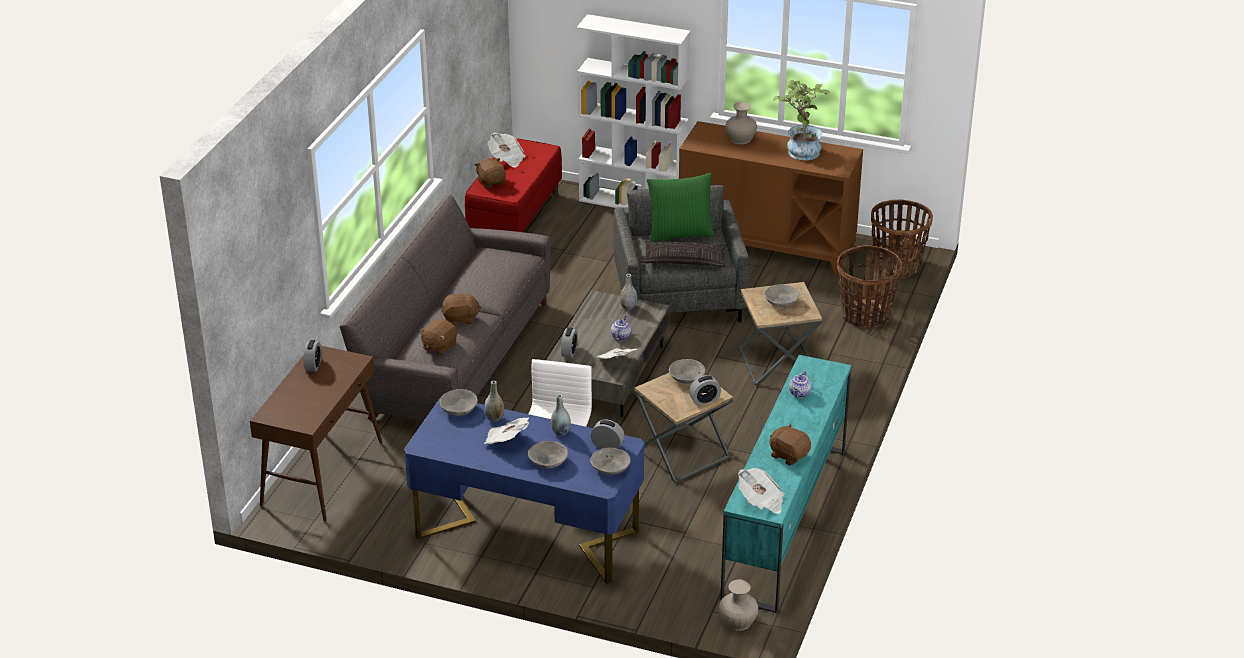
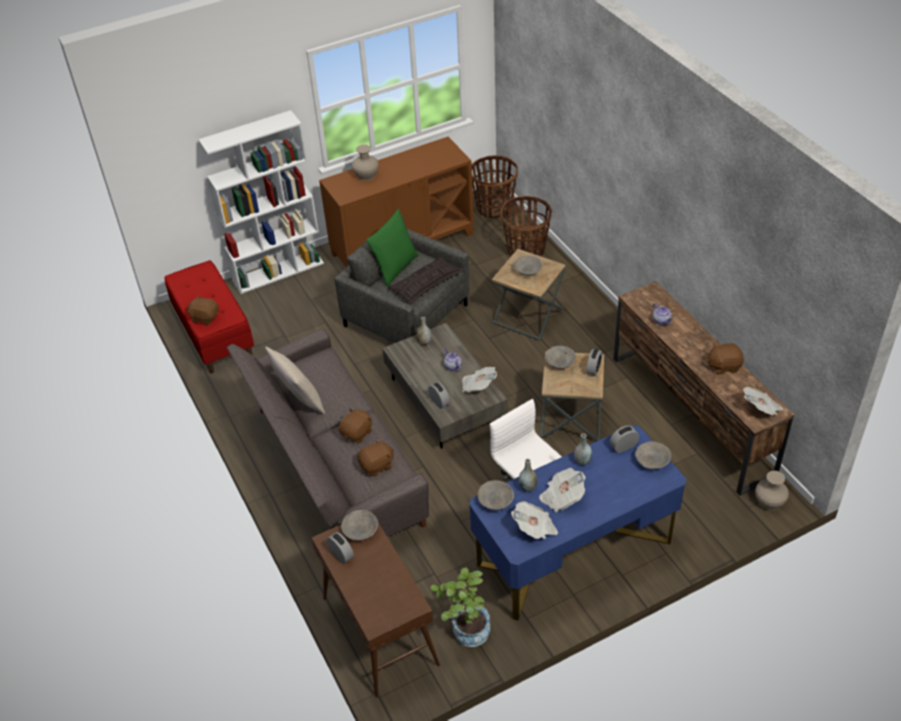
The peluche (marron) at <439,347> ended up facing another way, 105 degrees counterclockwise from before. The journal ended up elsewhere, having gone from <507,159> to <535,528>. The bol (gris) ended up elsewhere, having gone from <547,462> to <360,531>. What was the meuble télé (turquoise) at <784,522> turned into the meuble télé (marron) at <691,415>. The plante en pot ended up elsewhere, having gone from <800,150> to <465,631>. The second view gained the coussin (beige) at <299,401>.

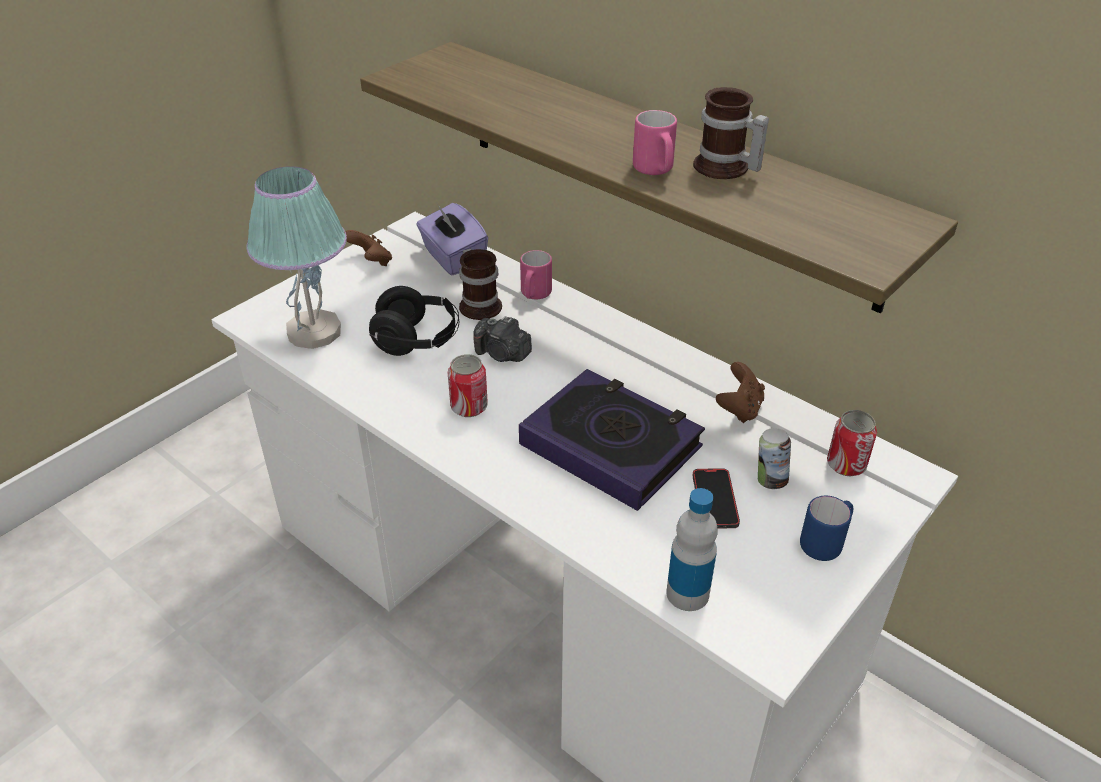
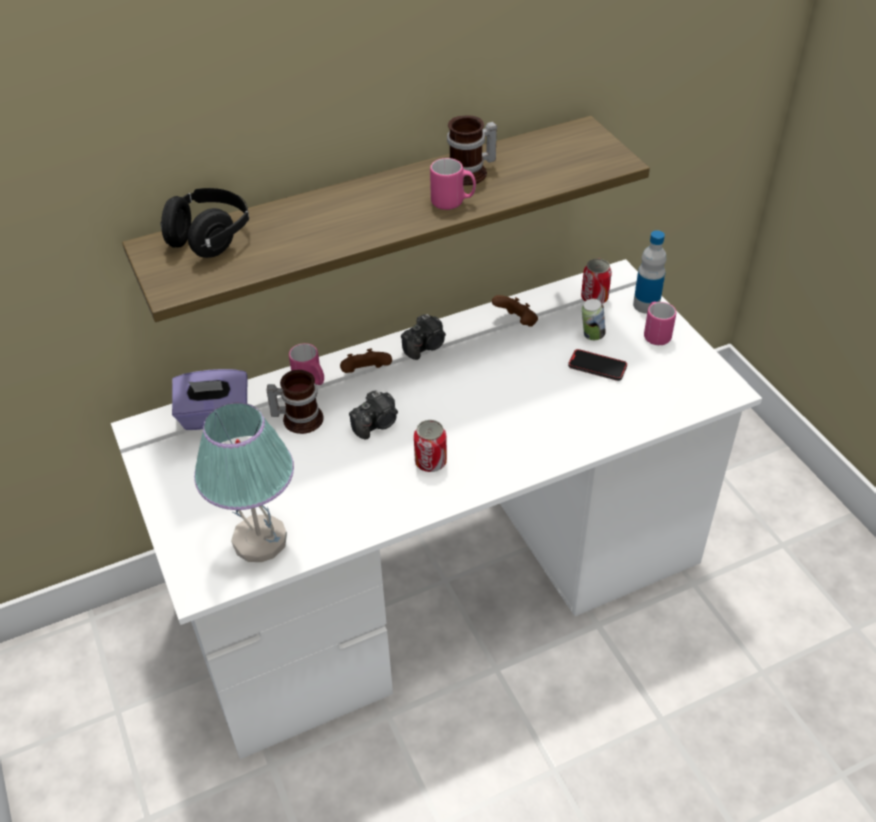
The manette (marron) ended up elsewhere, having gone from <371,262> to <366,373>. The casque audio (noir) ended up elsewhere, having gone from <417,341> to <209,238>. The second view lost the livre at <611,445>. The bouteille ended up elsewhere, having gone from <687,593> to <646,305>. What was the mug (bleu) at <825,543> turned into the mug (rose) at <655,334>. The second view gained the appareil photo at <425,346>.

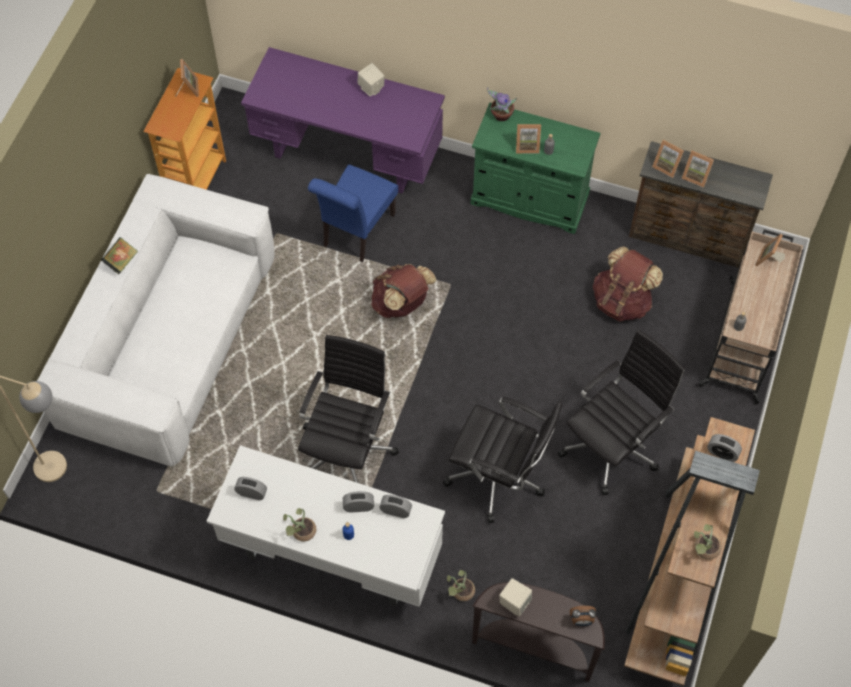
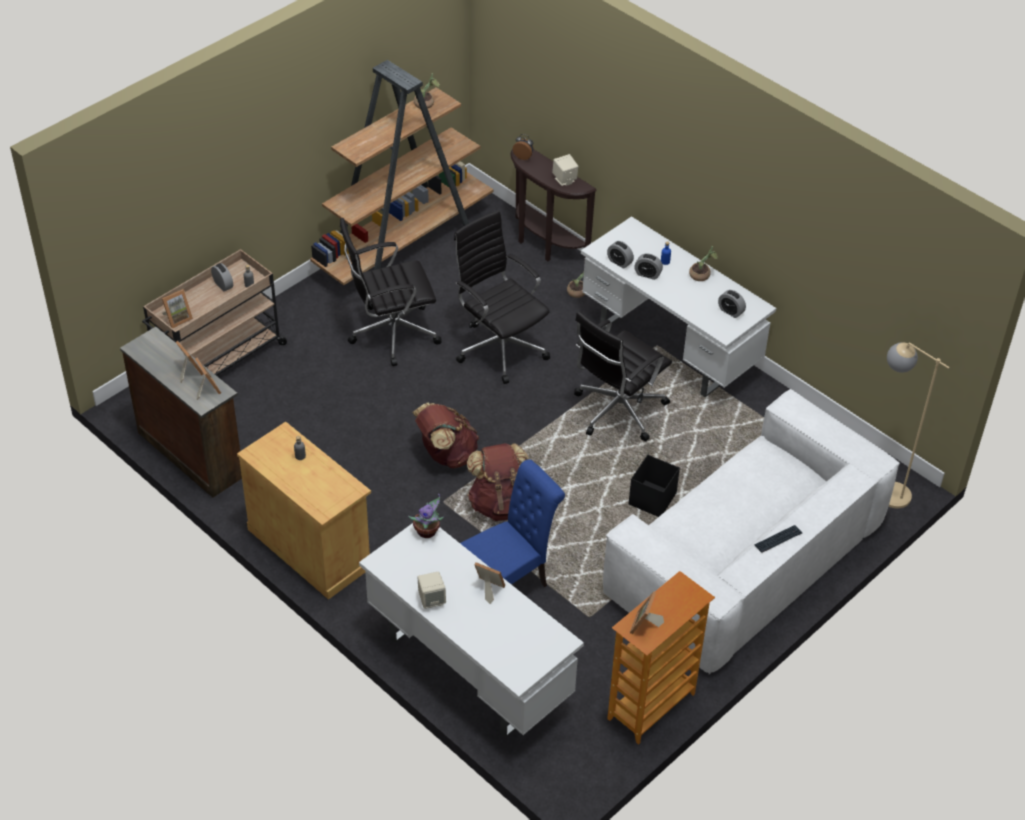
Where the livre stood at <121,261>, the clavier came to stand at <778,539>. What was the bureau (violet) at <348,155> turned into the bureau (blanc) at <467,669>. What was the meuble de rangement (vert) at <529,199> turned into the meuble de rangement (beige) at <310,547>. The plante en pot ended up elsewhere, having gone from <500,115> to <428,532>. The cadre photo ended up elsewhere, having gone from <527,145> to <488,589>. The sac à dos (marron) ended up elsewhere, having gone from <622,301> to <446,454>. The réveil ended up elsewhere, having gone from <722,453> to <223,285>. The second view gained the boîte de rangement (noir) at <651,499>.

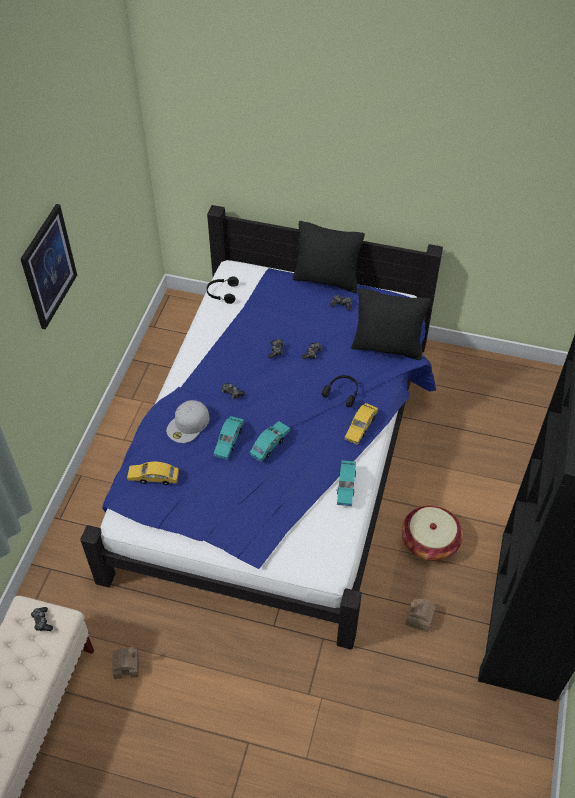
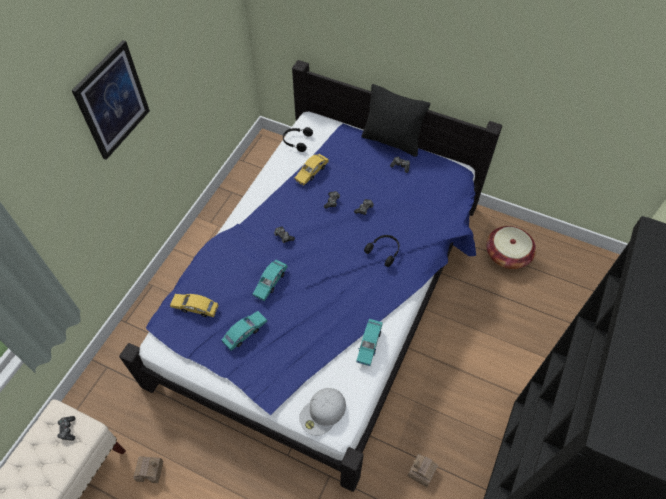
The casquette (blanc) ended up elsewhere, having gone from <188,425> to <323,413>. The petite voiture (turquoise) ended up elsewhere, having gone from <270,444> to <245,332>. The petite voiture (jaune) ended up elsewhere, having gone from <361,427> to <311,172>. The second view lost the coussin (noir) at <387,347>. The panier ended up elsewhere, having gone from <429,542> to <507,255>.

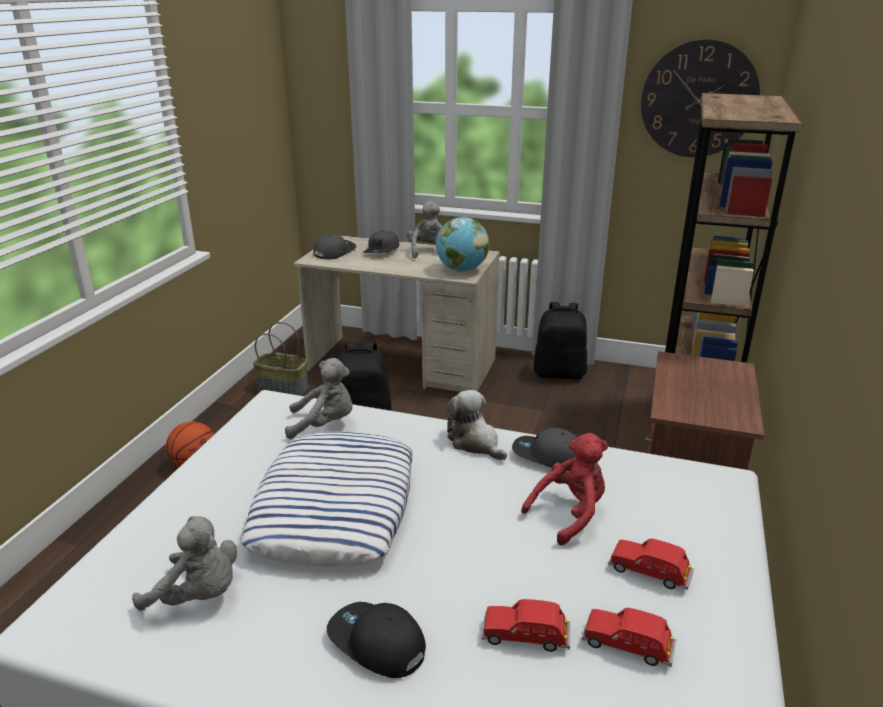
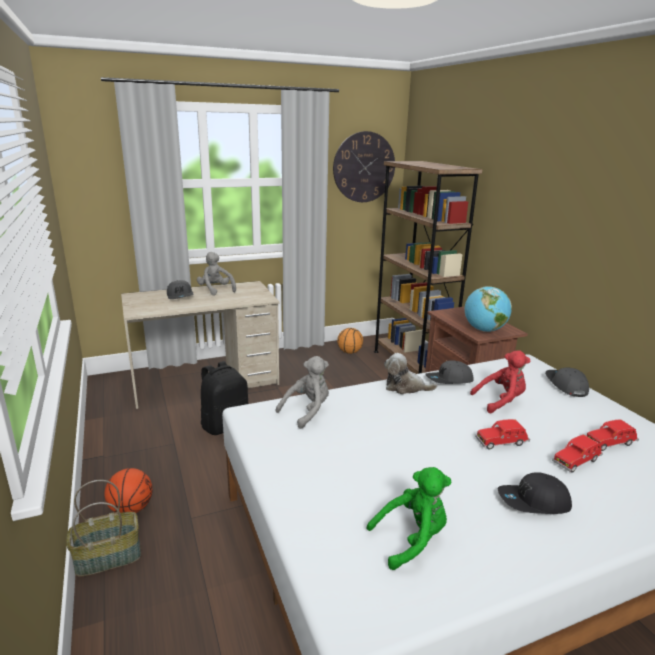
What was the peluche (gris) at <198,596> turned into the peluche (vert) at <412,539>. The second view lost the coussin at <335,507>. The panier ended up elsewhere, having gone from <284,387> to <108,557>. The casquette (gris) ended up elsewhere, having gone from <334,252> to <565,385>. The globe ended up elsewhere, having gone from <461,270> to <484,330>. The peluche (rouge) at <569,514> ended up facing another way, 60 degrees clockwise from before. The second view lost the sac à dos (noir) at <559,373>. The petite voiture (rouge) ended up elsewhere, having gone from <649,573> to <501,442>. The second view gained the ballon de basket at <349,352>.

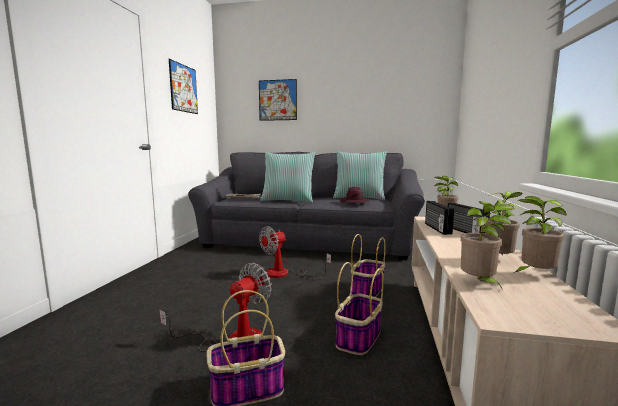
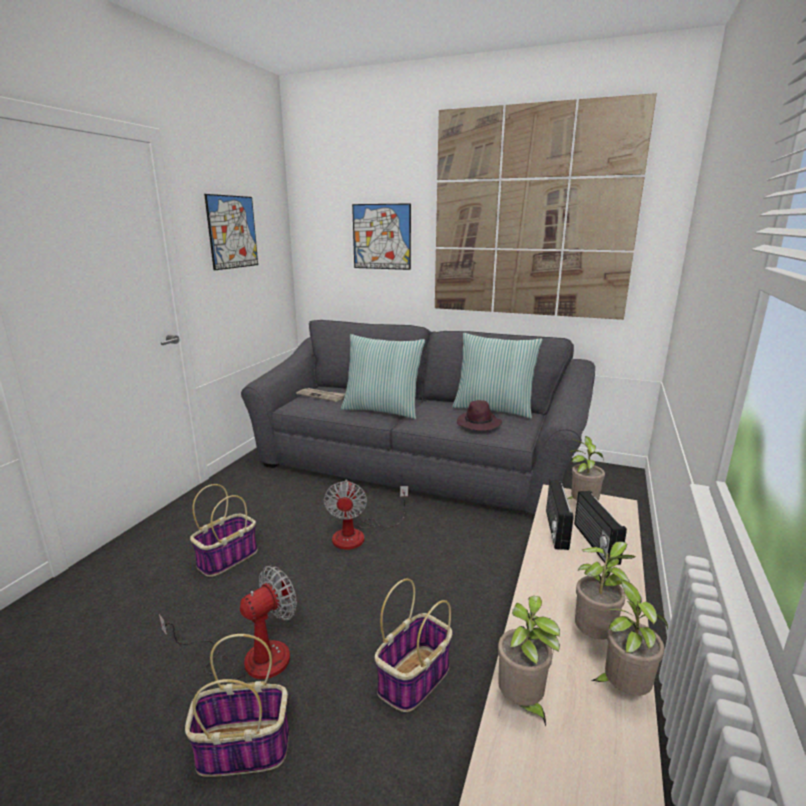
The ventilateur at <285,274> ended up facing another way, 60 degrees counterclockwise from before. The panier ended up elsewhere, having gone from <367,290> to <228,558>. The second view gained the tableau at <531,214>.

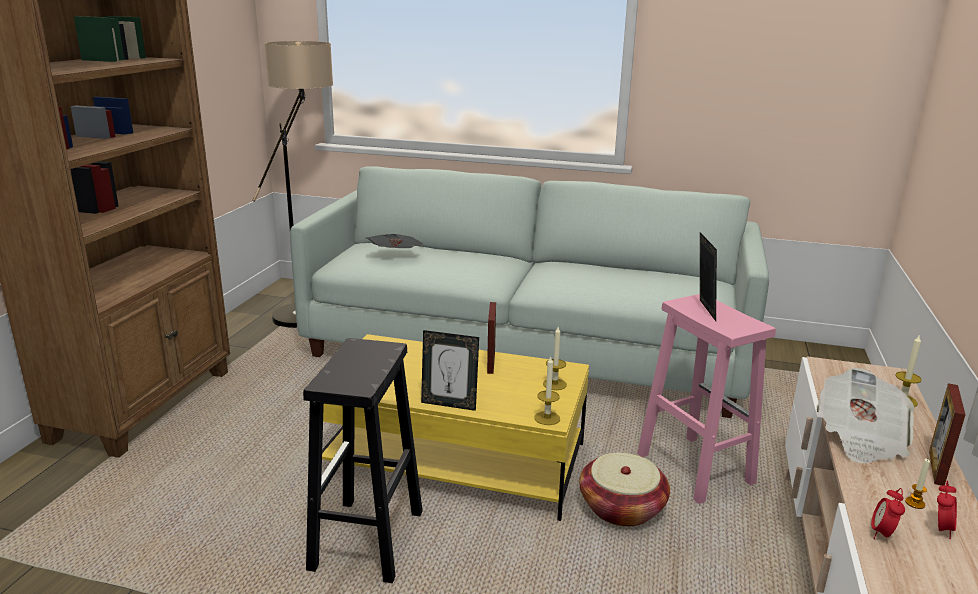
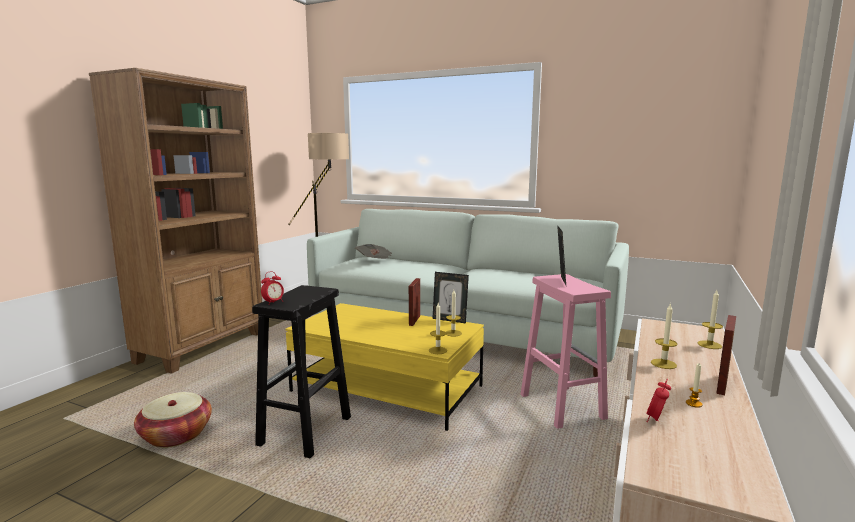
The cadre photo ended up elsewhere, having gone from <449,404> to <449,320>. The panier ended up elsewhere, having gone from <622,508> to <176,435>. Where the journal stood at <860,438>, the bougie came to stand at <663,364>. The réveil ended up elsewhere, having gone from <941,529> to <273,302>.

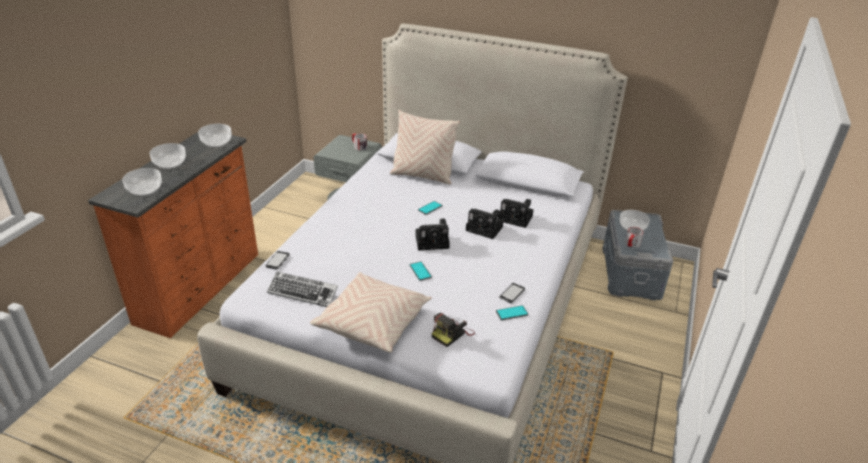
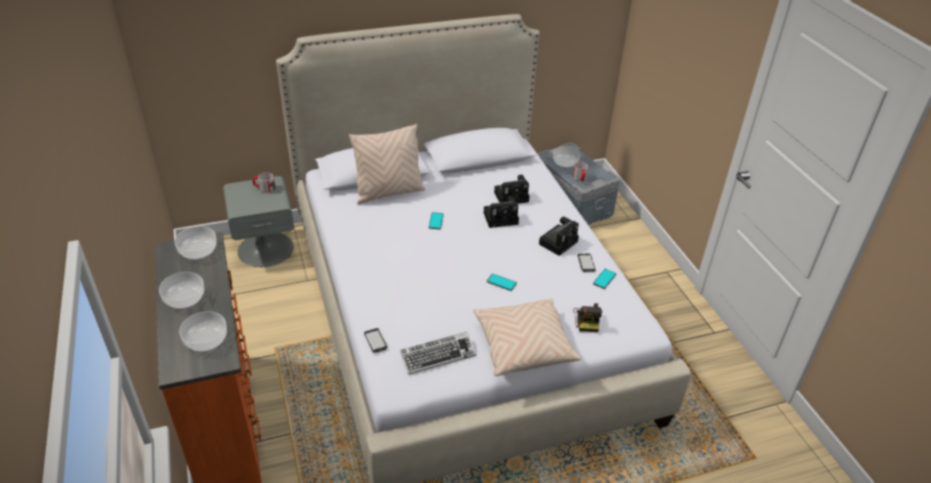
The appareil photo ended up elsewhere, having gone from <433,241> to <559,242>.

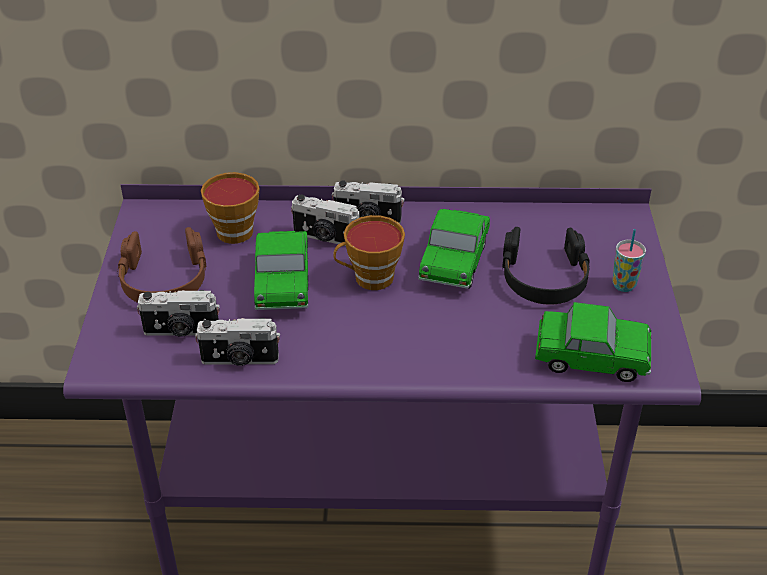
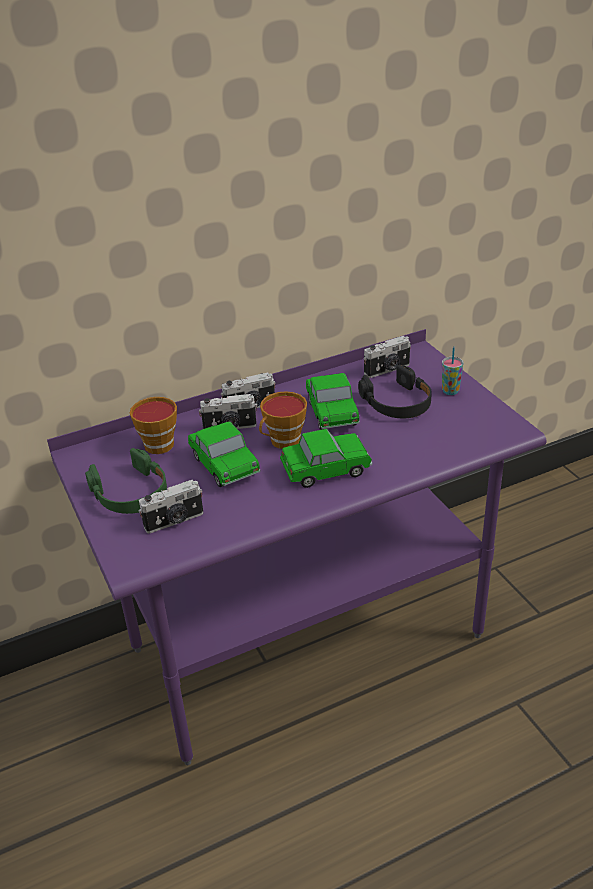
What was the casque audio (marron) at <164,279> turned into the casque audio (vert) at <131,493>. The appareil photo ended up elsewhere, having gone from <240,360> to <388,370>. The petite voiture ended up elsewhere, having gone from <591,358> to <326,470>.

